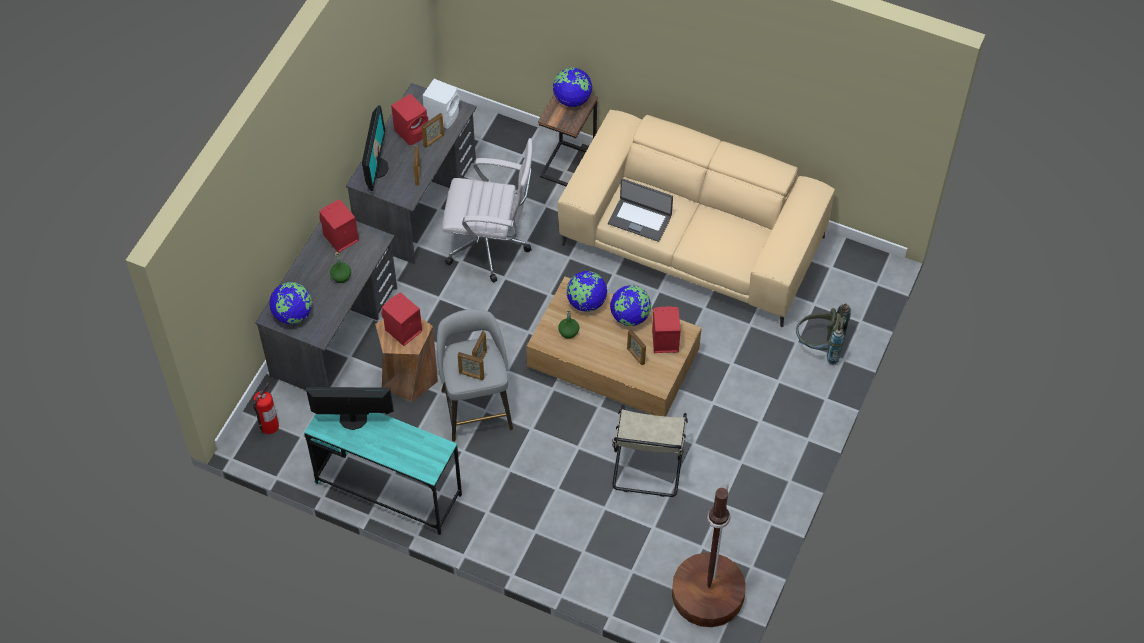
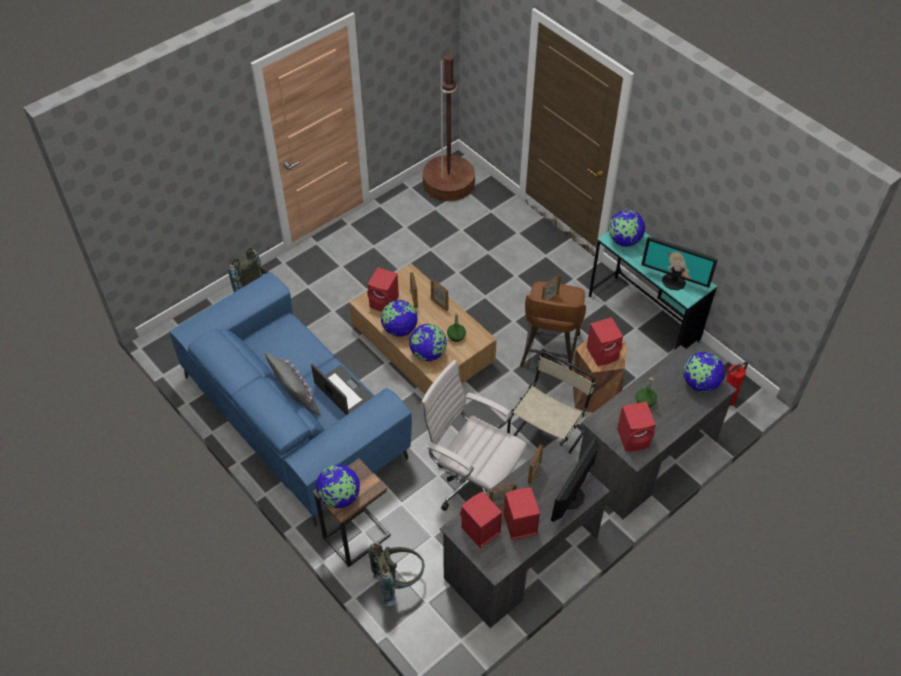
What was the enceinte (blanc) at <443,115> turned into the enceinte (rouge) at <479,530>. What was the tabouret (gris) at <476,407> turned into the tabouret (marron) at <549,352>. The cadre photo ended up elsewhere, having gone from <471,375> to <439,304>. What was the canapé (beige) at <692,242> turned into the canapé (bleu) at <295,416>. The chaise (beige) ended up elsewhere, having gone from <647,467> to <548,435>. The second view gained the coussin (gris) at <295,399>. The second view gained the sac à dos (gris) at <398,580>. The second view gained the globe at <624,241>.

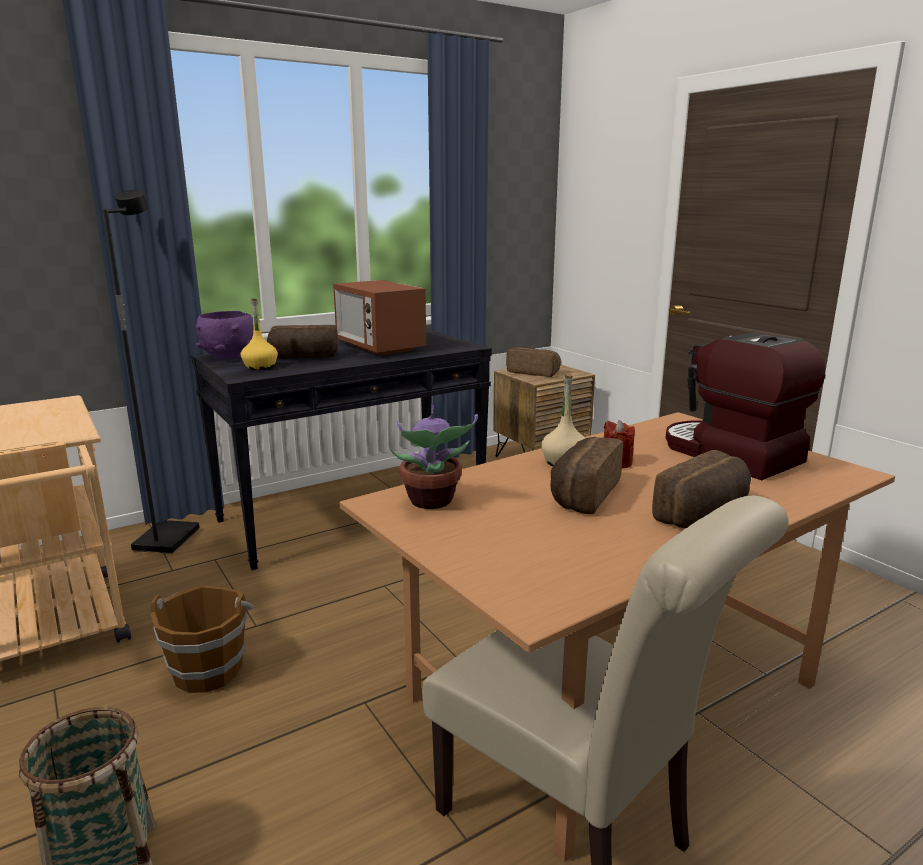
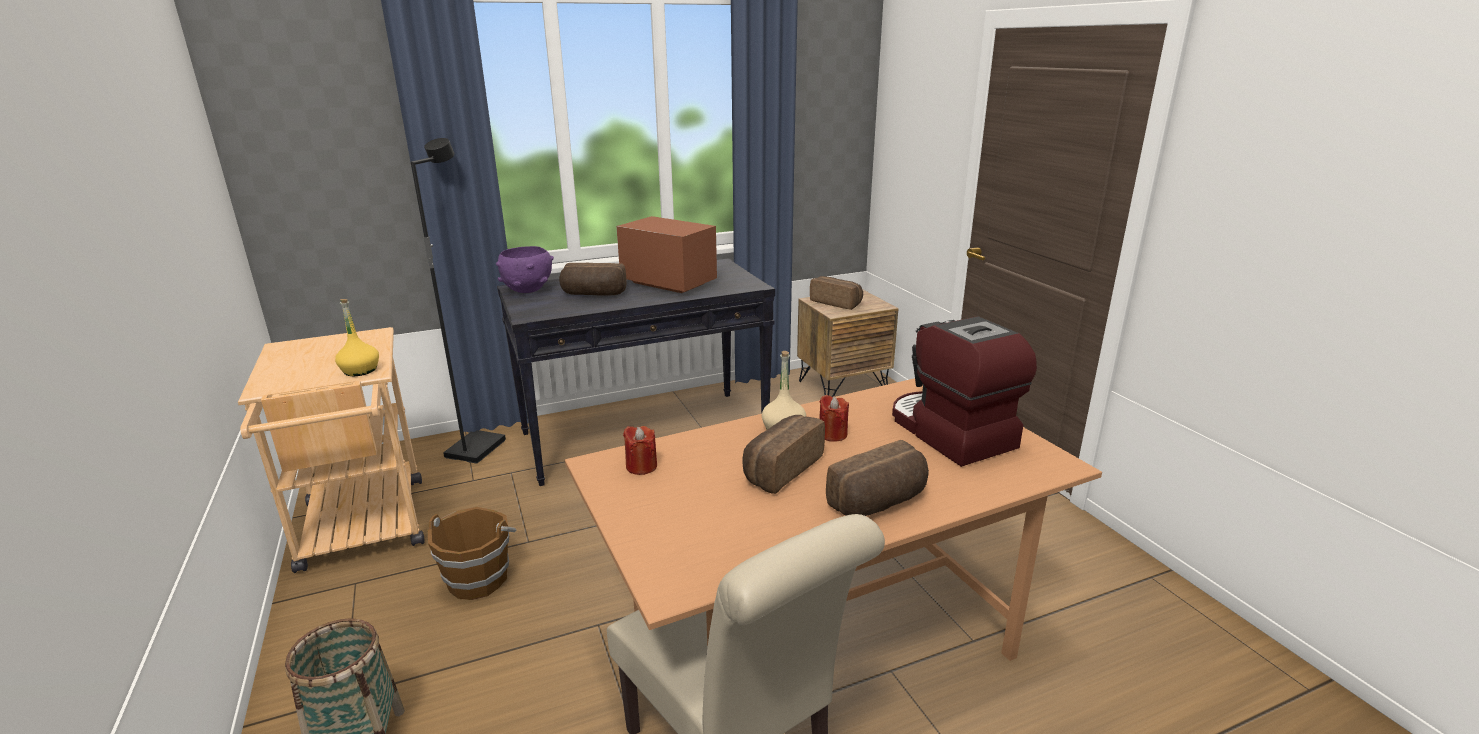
The bouteille (jaune) ended up elsewhere, having gone from <260,367> to <360,370>. The micro-ondes at <379,347> ended up facing another way, 150 degrees clockwise from before. Where the plante en pot stood at <431,502>, the bougie (rouge) came to stand at <641,466>.

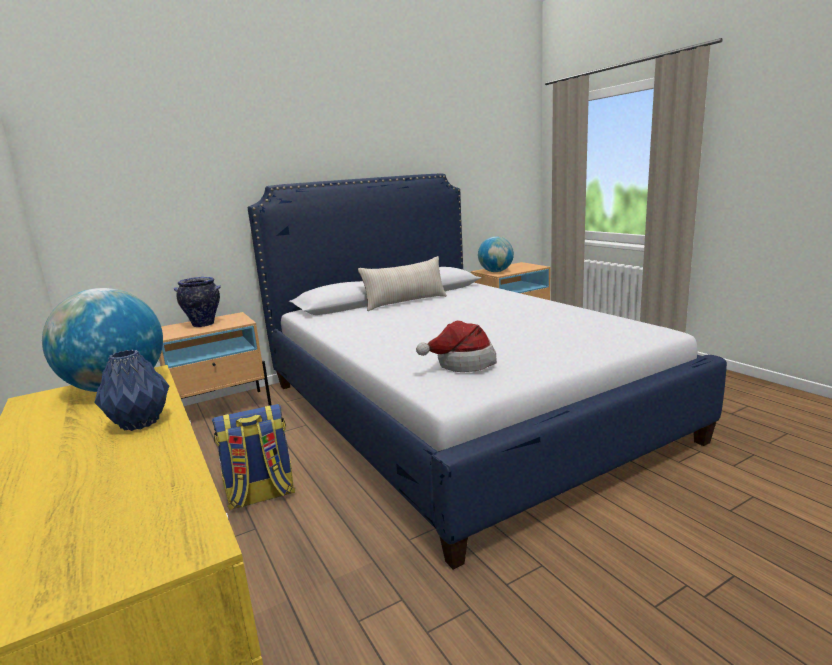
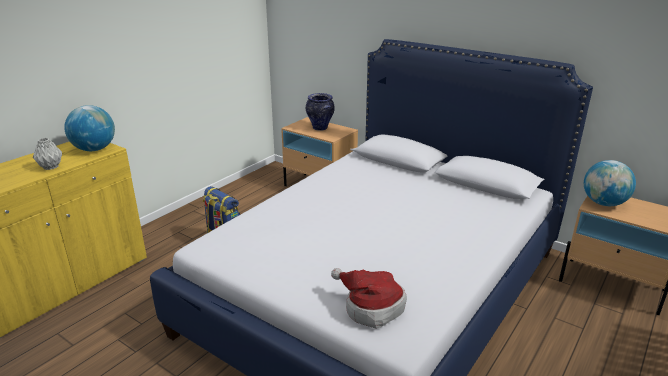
What was the vase (bleu) at <139,423> turned into the vase (gris) at <51,167>. The second view lost the coussin (beige) at <405,302>. The chapeau ended up elsewhere, having gone from <462,363> to <370,307>.

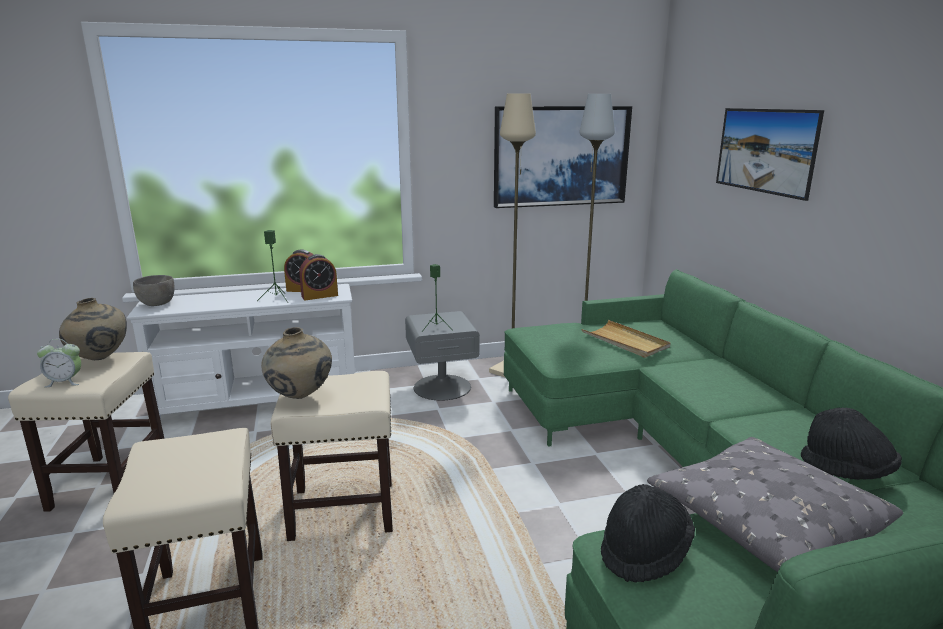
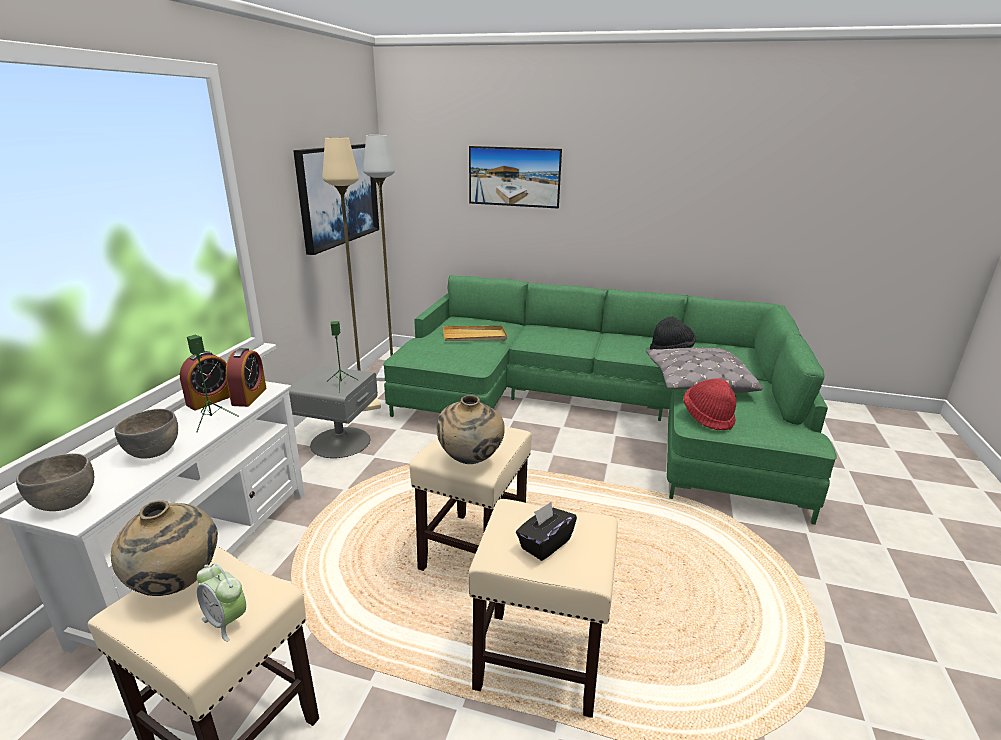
The réveil at <65,382> ended up facing another way, 105 degrees clockwise from before. What was the chapeau (noir) at <644,552> turned into the chapeau (rouge) at <708,417>. The second view gained the bol (gris) at <154,452>. The second view gained the boîte à mouchoirs (noir) at <545,544>.

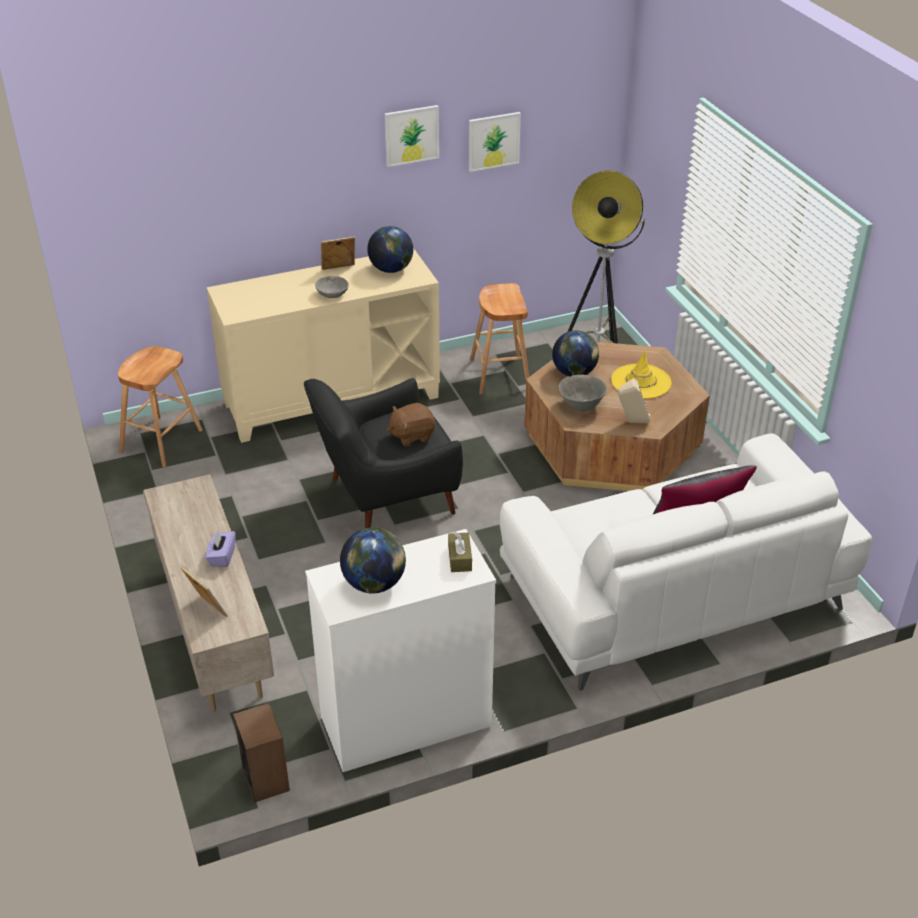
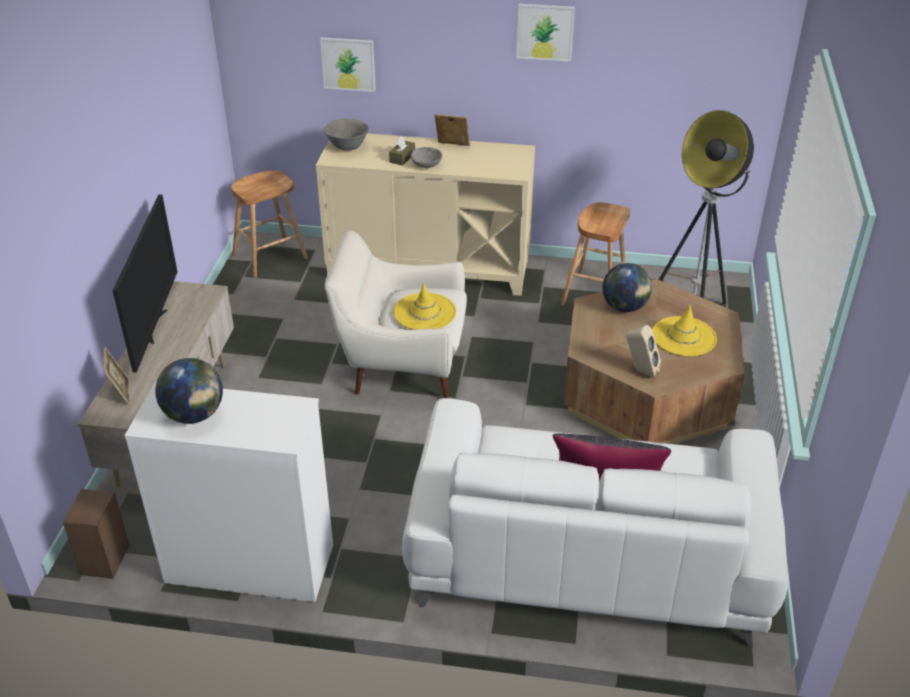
The second view lost the boîte à mouchoirs (violet) at <222,557>. What was the fauteuil (noir) at <386,498> turned into the fauteuil (blanc) at <401,366>. The second view lost the globe at <391,269>. Where the peluche (marron) stood at <411,435>, the chapeau (jaune) came to stand at <424,312>. The boîte à mouchoirs (marron) ended up elsewhere, having gone from <460,558> to <402,158>. The tableau ended up elsewhere, having gone from <493,141> to <348,64>. The bol (gris) ended up elsewhere, having gone from <581,406> to <347,147>. The second view gained the téléviseur at <154,326>.

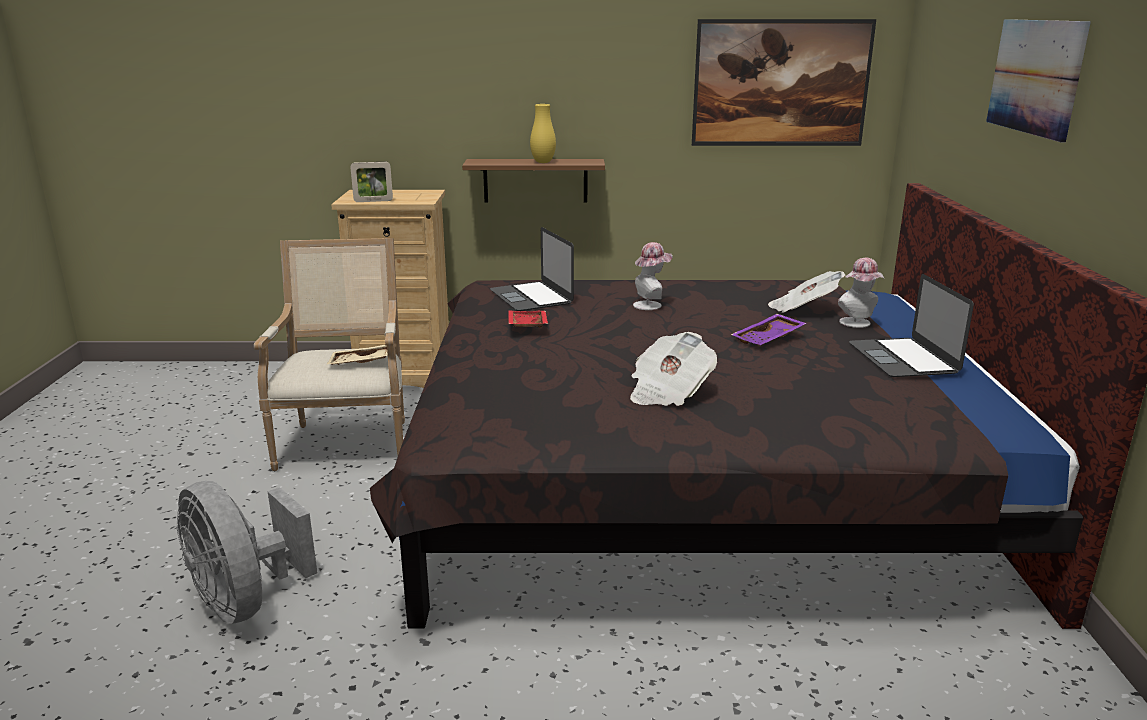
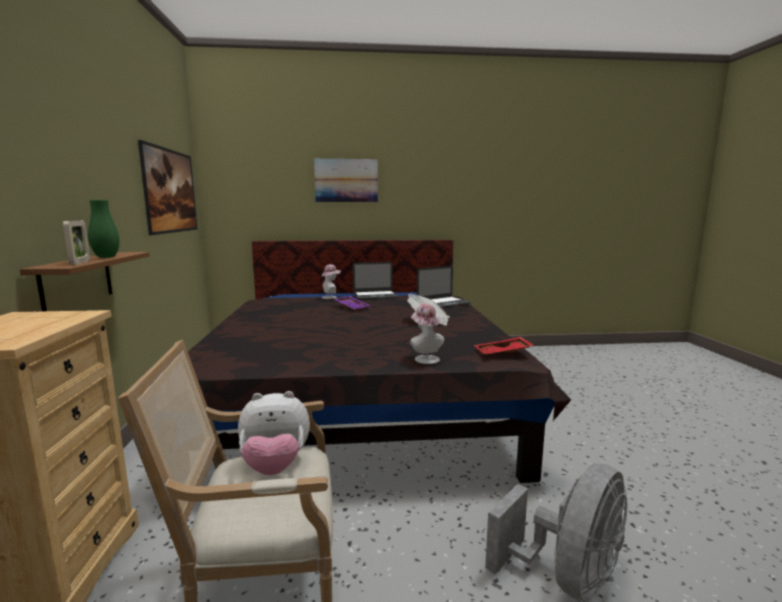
Where the plateau (beige) stood at <360,363>, the peluche came to stand at <275,466>. The cadre photo ended up elsewhere, having gone from <373,201> to <80,262>. The ordinateur portable ended up elsewhere, having gone from <531,296> to <444,302>. The plateau (rouge) ended up elsewhere, having gone from <526,326> to <503,353>. What was the vase (jaune) at <543,162> turned into the vase (vert) at <106,257>. The chapeau ended up elsewhere, having gone from <651,305> to <425,358>. The second view lost the journal at <803,309>.

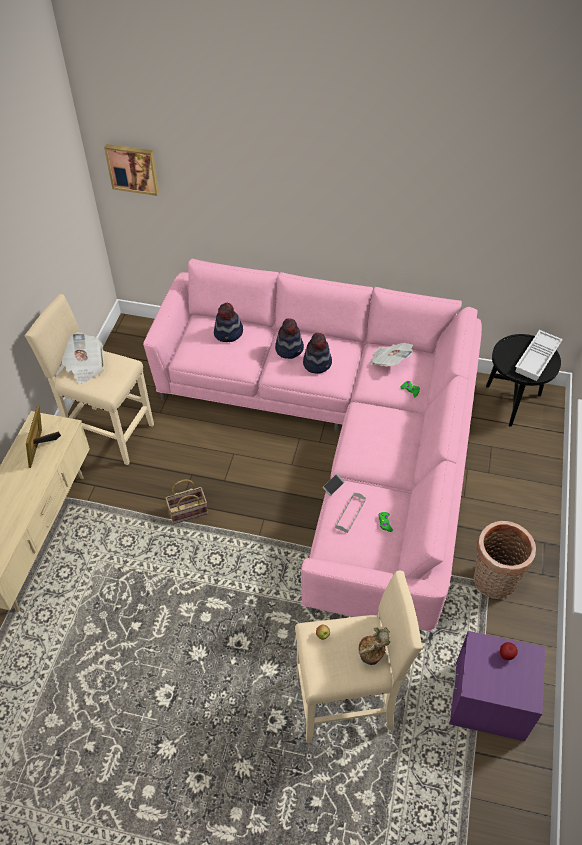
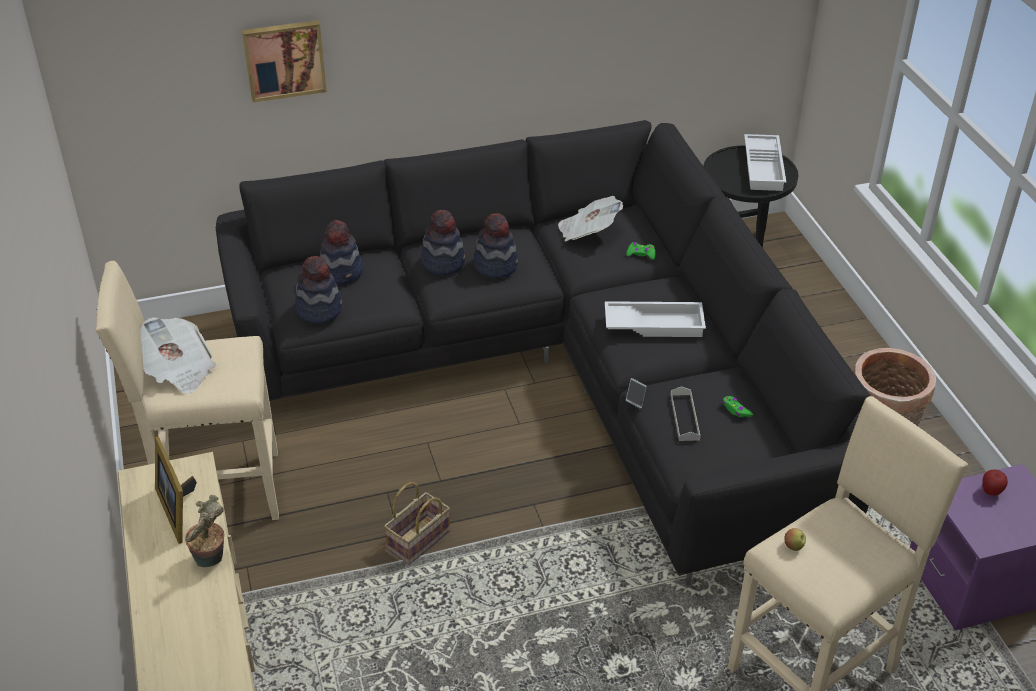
The tableau ended up elsewhere, having gone from <133,168> to <284,59>. What was the canapé (rose) at <338,440> turned into the canapé (noir) at <558,371>. The plante en pot ended up elsewhere, having gone from <370,659> to <211,561>. The second view gained the chapeau at <319,309>. The second view gained the plateau (blanc) at <654,324>.

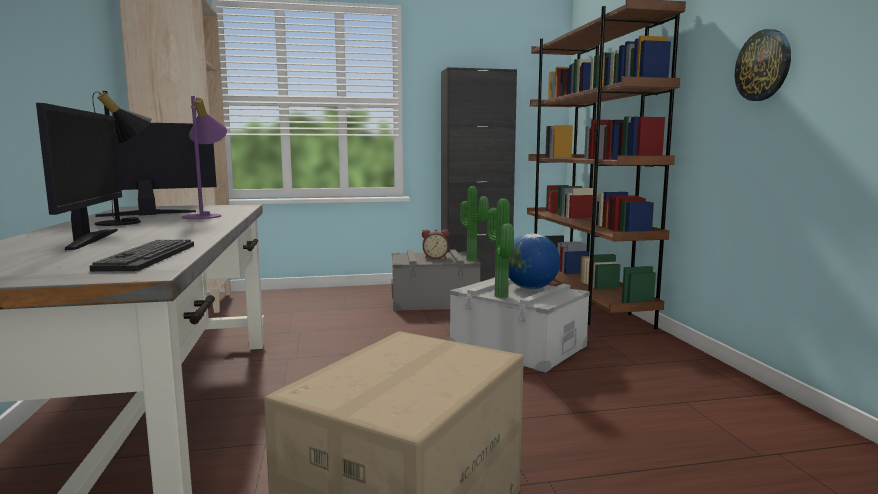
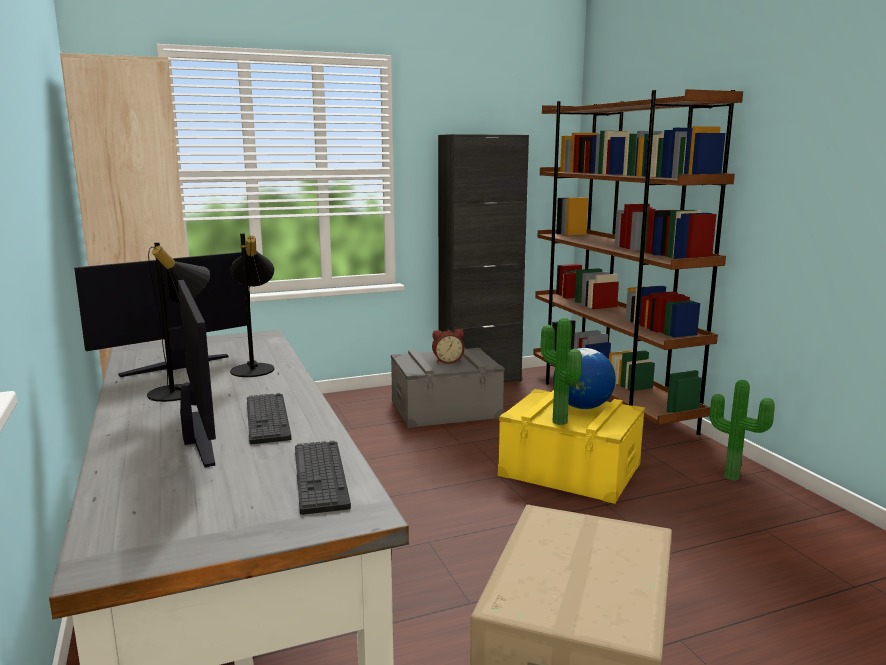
What was the lampe de table (violet) at <206,216> turned into the lampe de table (noir) at <255,367>. What was the boîte de rangement (gris) at <518,346> turned into the boîte de rangement (jaune) at <570,469>. The plante en pot ended up elsewhere, having gone from <473,259> to <733,476>. The second view lost the horloge murale at <763,65>. The second view gained the clavier at <267,419>.

